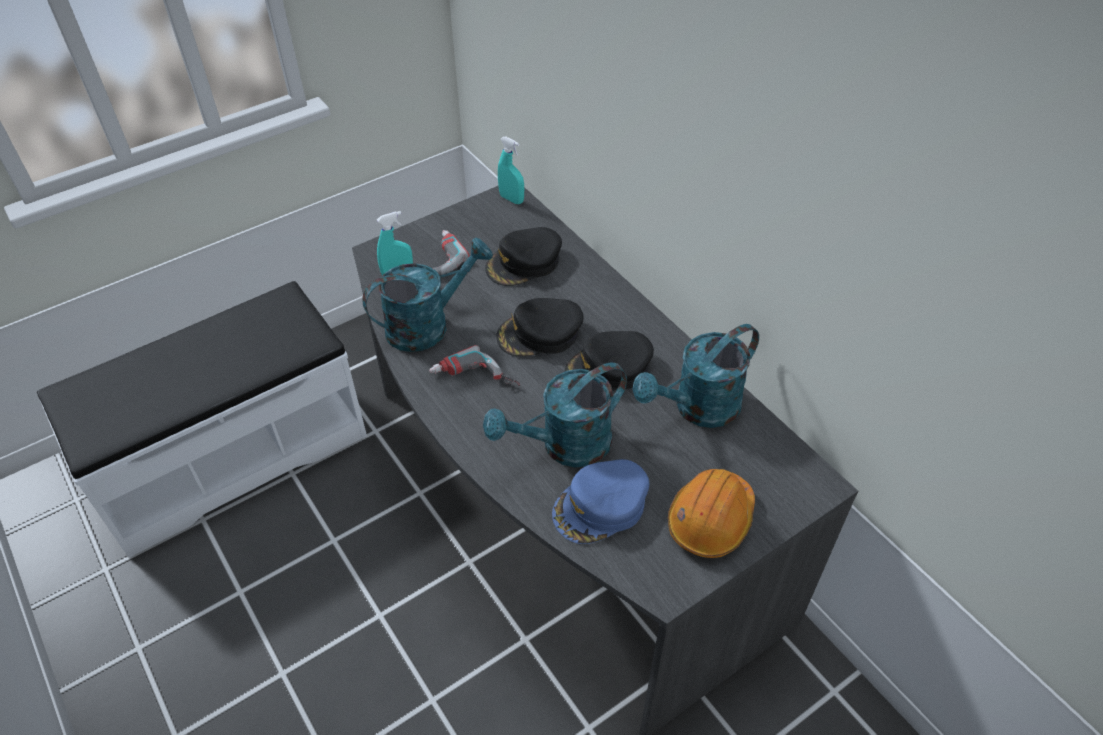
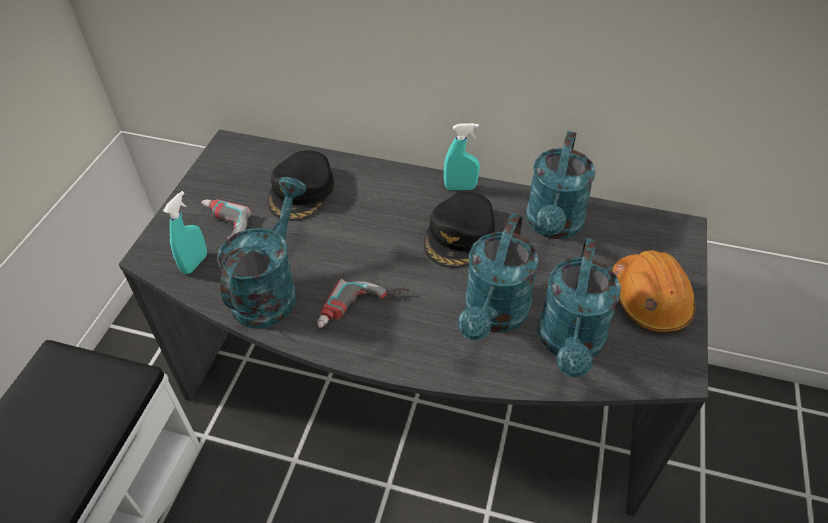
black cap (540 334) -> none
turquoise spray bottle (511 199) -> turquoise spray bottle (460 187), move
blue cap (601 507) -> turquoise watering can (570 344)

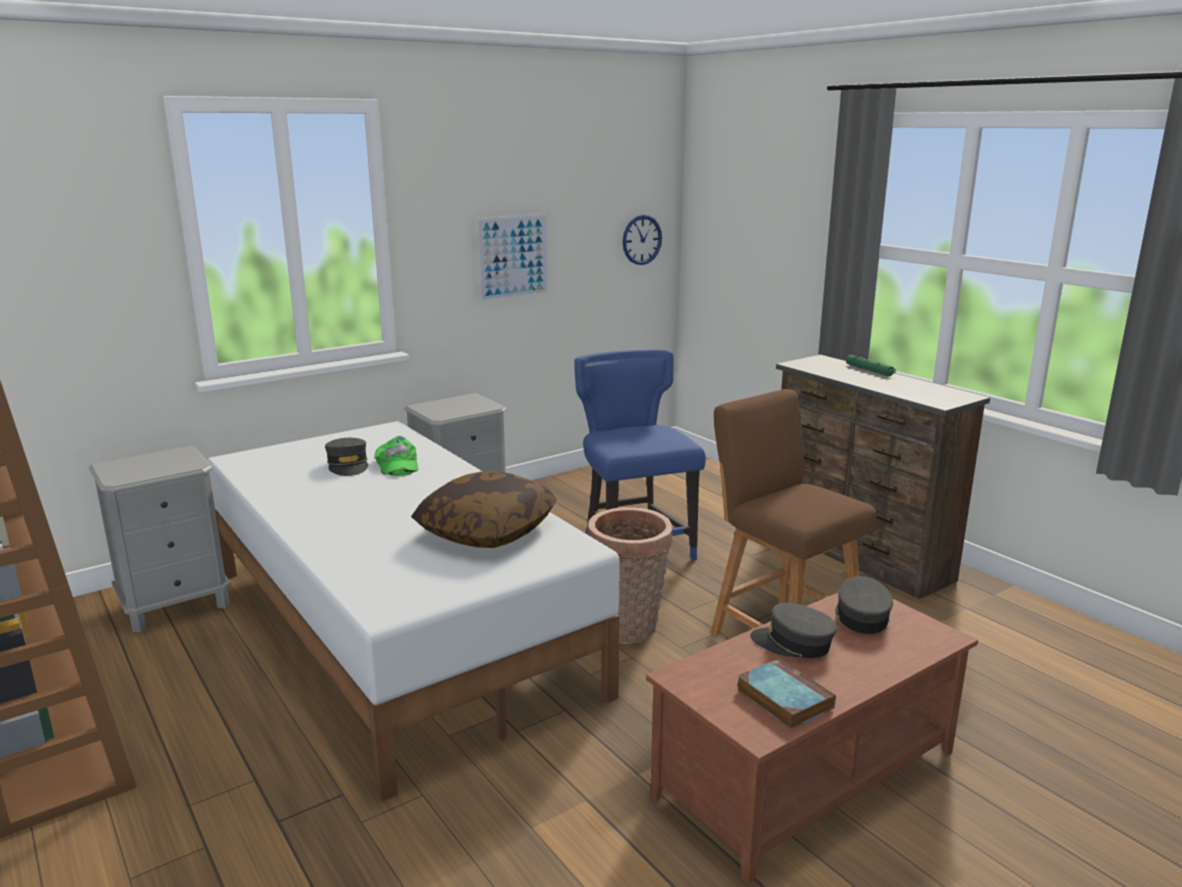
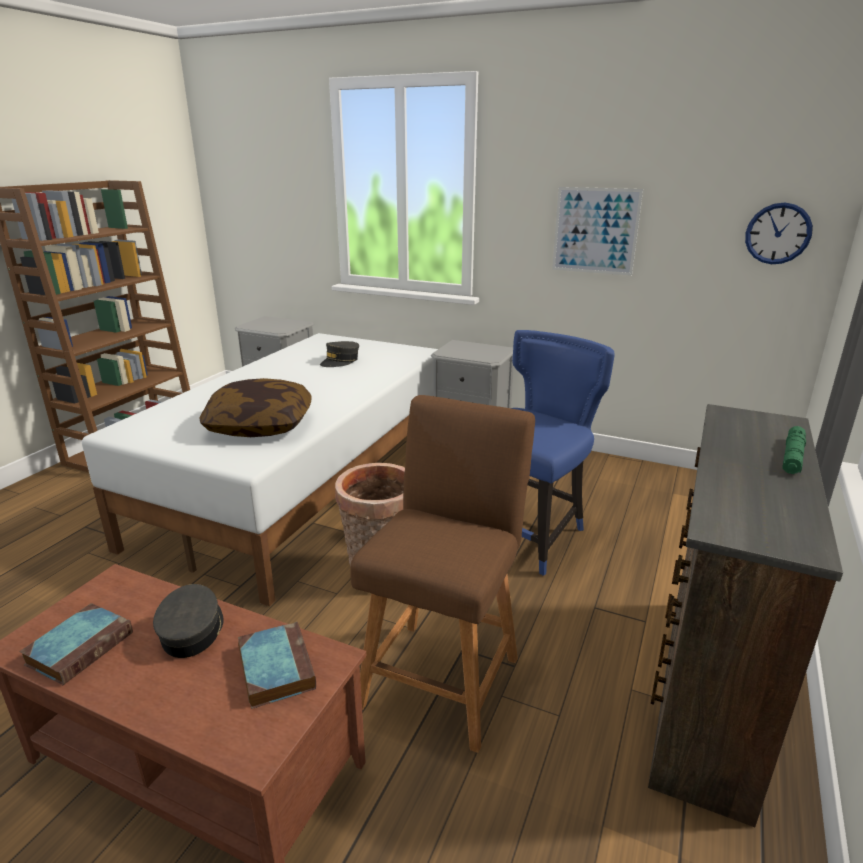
green cap (396 464) -> none
grey cap (861 617) -> book (275 667)

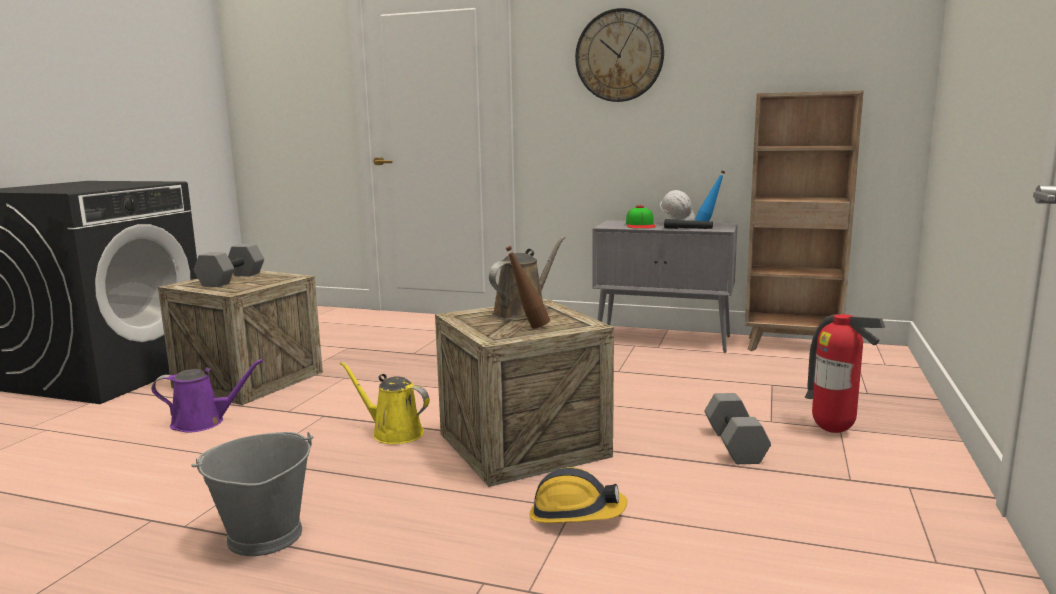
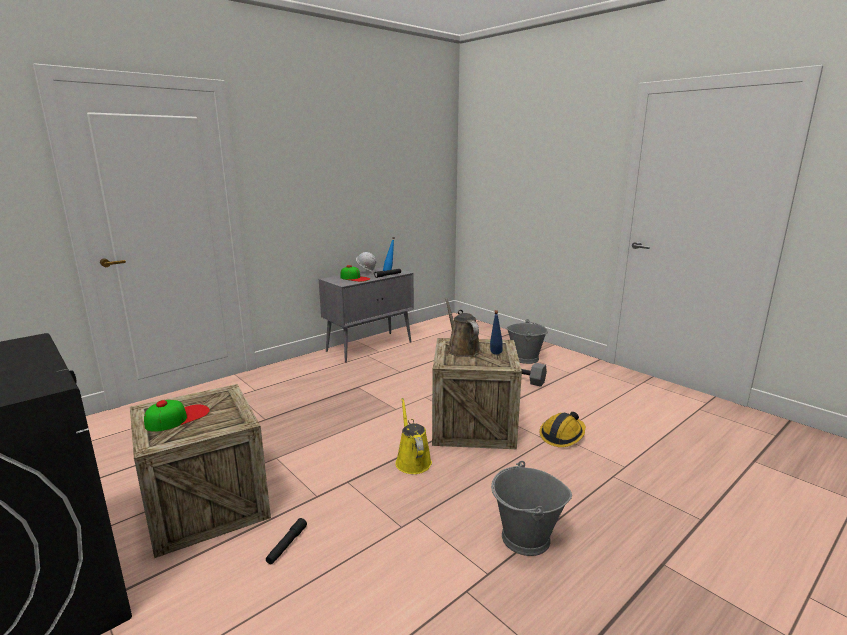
wall clock (619 56) -> none
brown bookcase (792 347) -> none
purple watering can (203 422) -> black flashlight (287 545)
grey dumbbell (231 279) -> cap (178 417)
fire extinguisher (834 431) -> grey bucket (526 358)
brown bottle (528 328) -> blue bottle (495 355)
yellow watering can (393 433) -> yellow watering can (412 461), 105 degrees clockwise

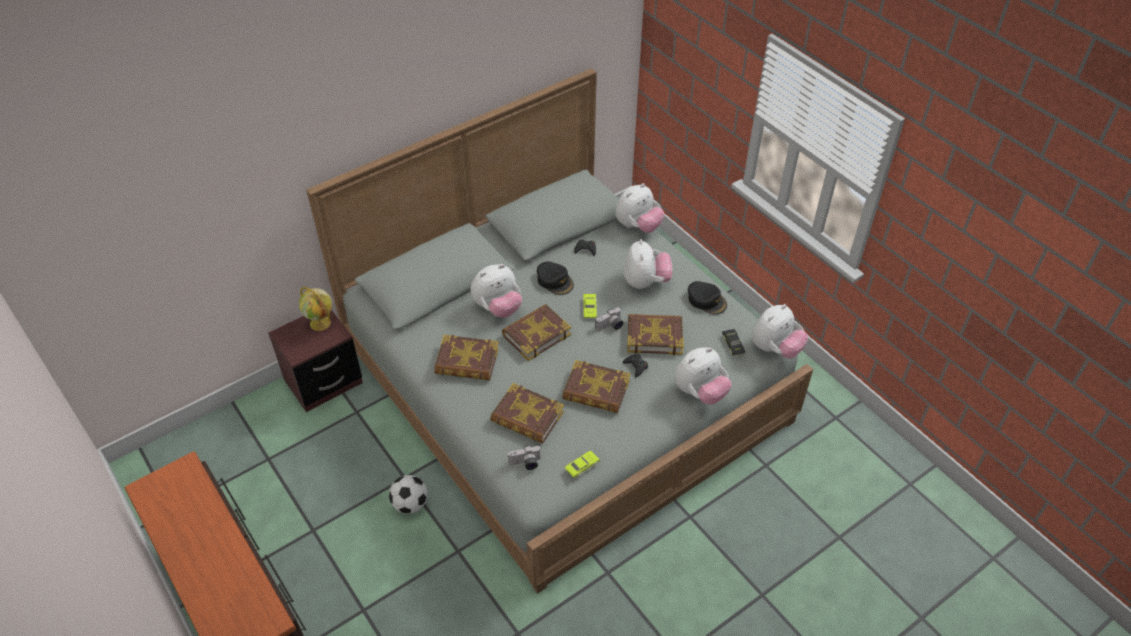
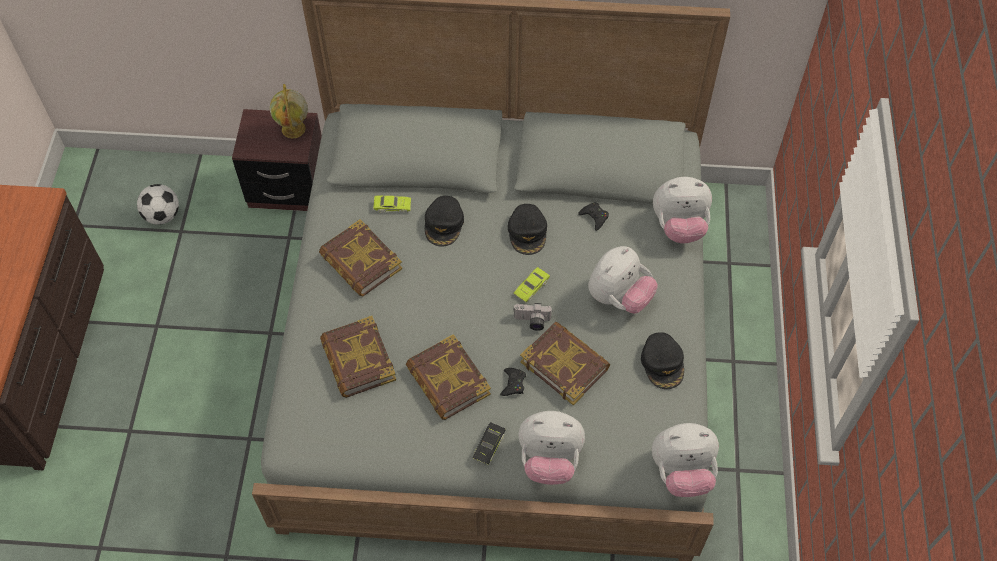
book (536 335) -> none
photo camera (525 464) -> none
football (410 504) -> football (162 215), move
green toy car (582 466) -> green toy car (392 206), move
black toy car (733 345) -> black toy car (489 445), move
plush toy (498 308) -> black cap (444 224)

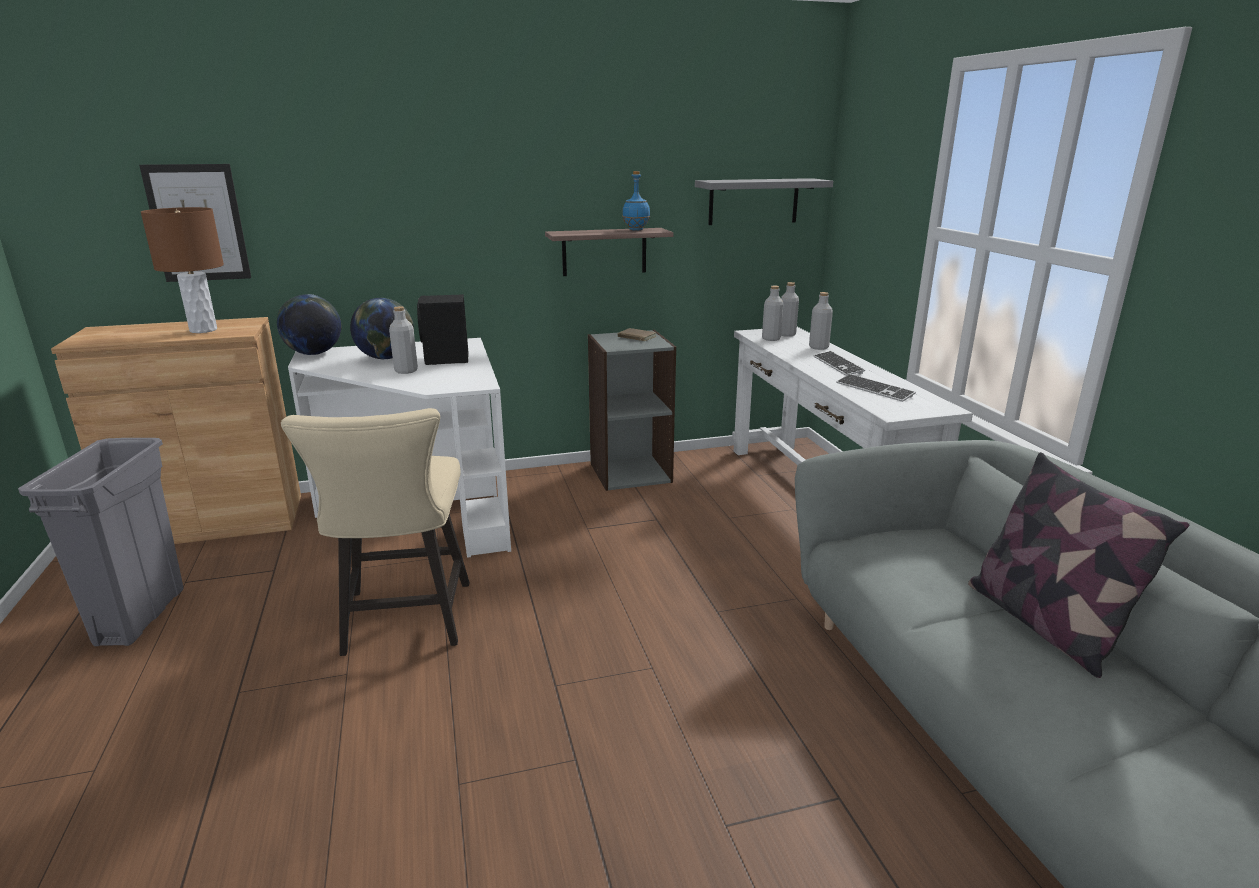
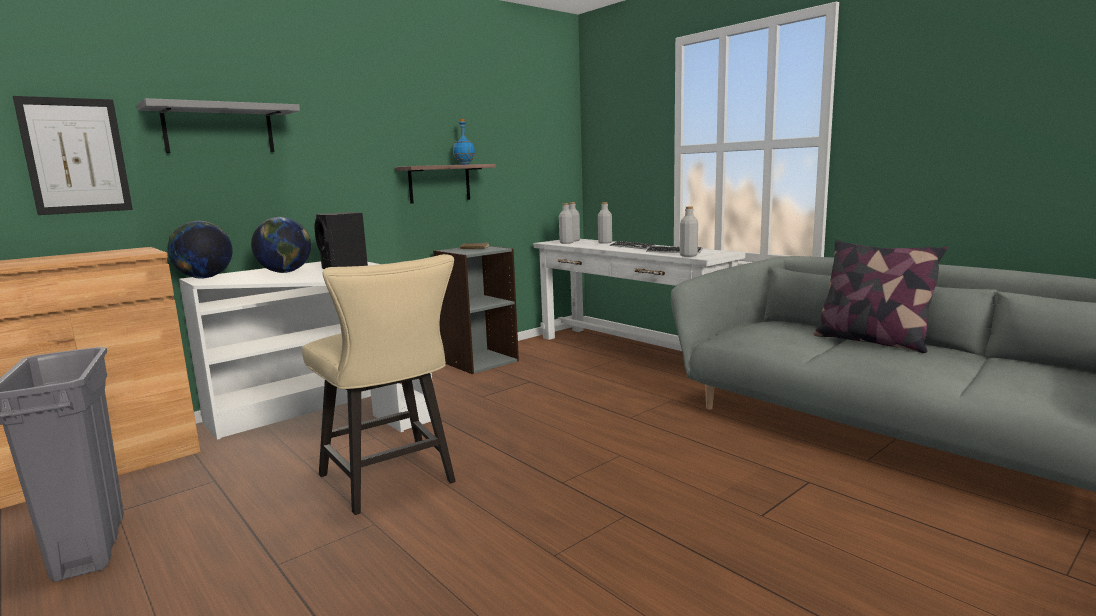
brown table lamp (203 330) -> none
grey bottle (406 371) -> grey bottle (688 255), move
grey shelf (753 201) -> grey shelf (219 129), move

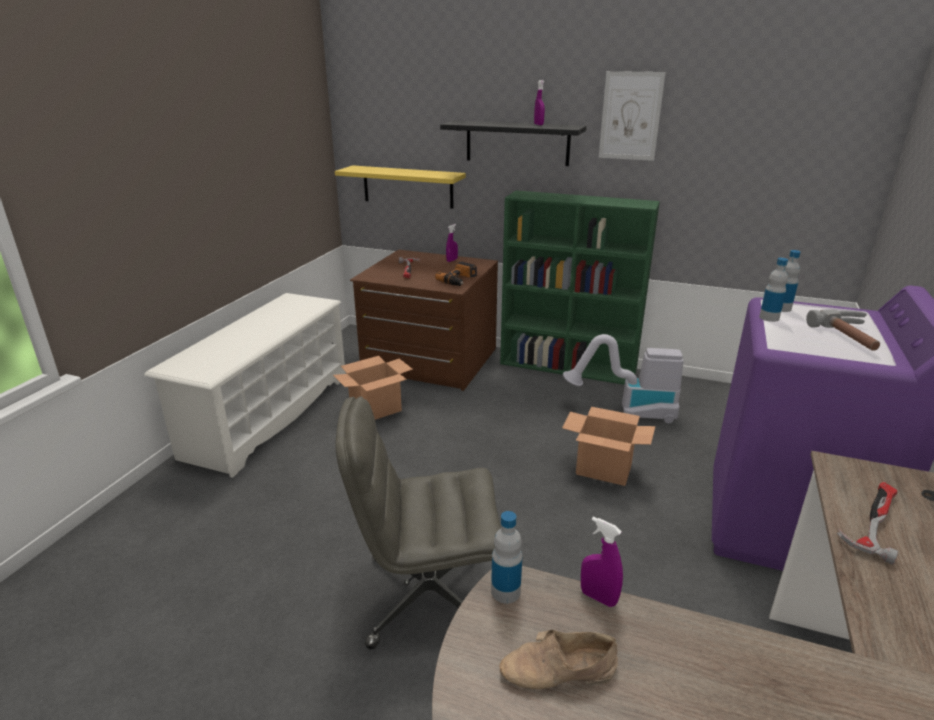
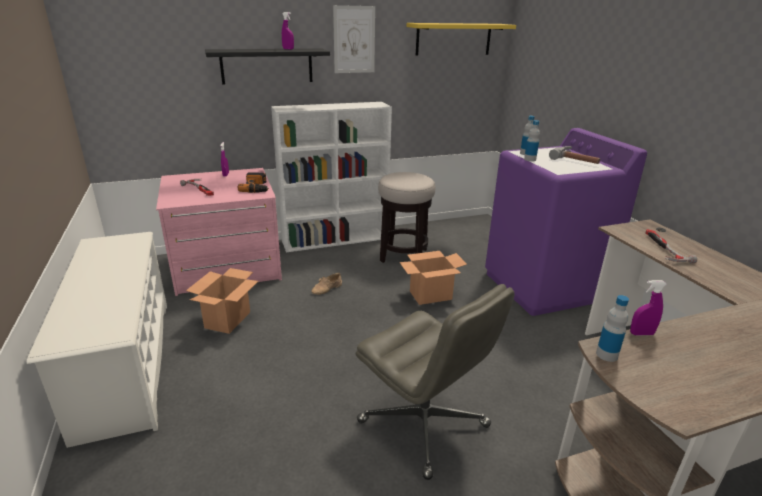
yellow shelf (407 186) -> yellow shelf (453 39), move
beige shoe (558 672) -> beige shoe (327 289), move
vacuum cleaner (628 411) -> stool (403 255)
brown dresser (429 361) -> pink dresser (227 267)
green bookcase (569 367) -> white bookcase (336 239)
grey office chair (427 597) -> grey office chair (425 424), 90 degrees counterclockwise

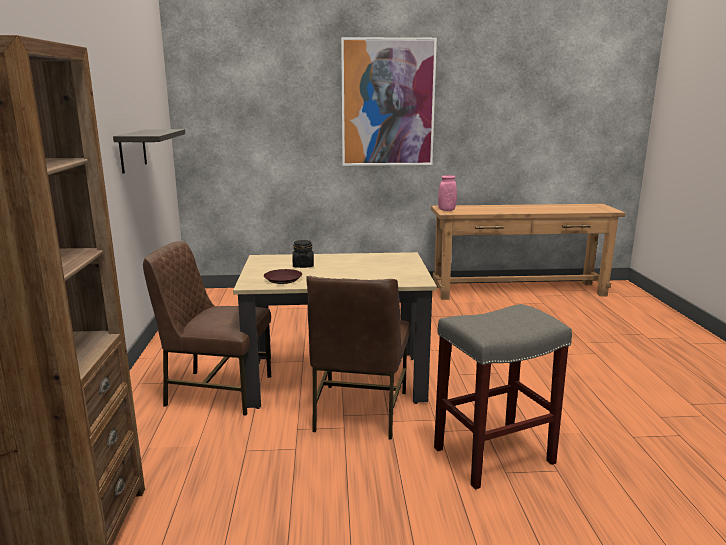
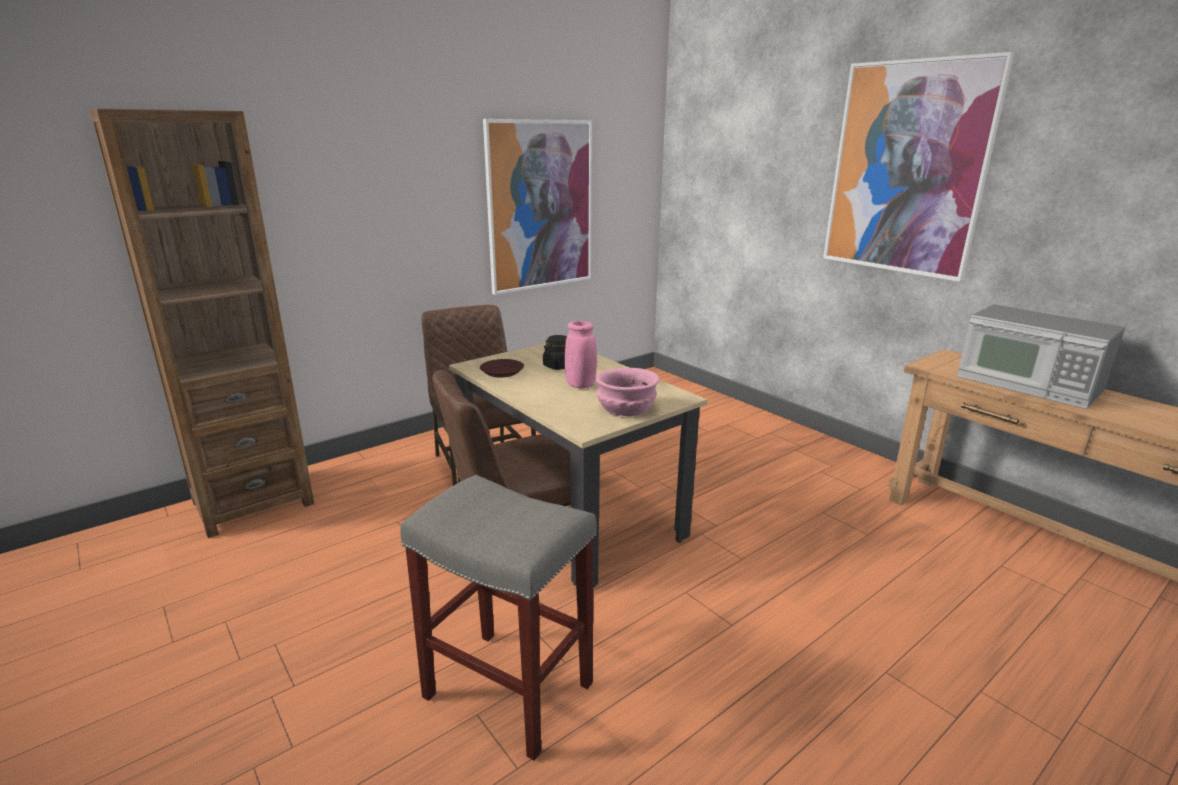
none -> pink bowl (625 409)
none -> microwave (1028 384)
pink vase (446 210) -> pink vase (580 385), move
shelf (132 150) -> picture (540 206)

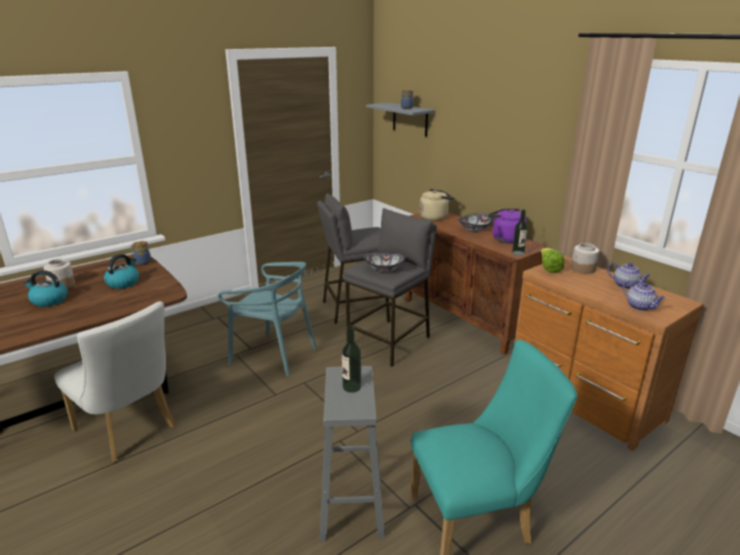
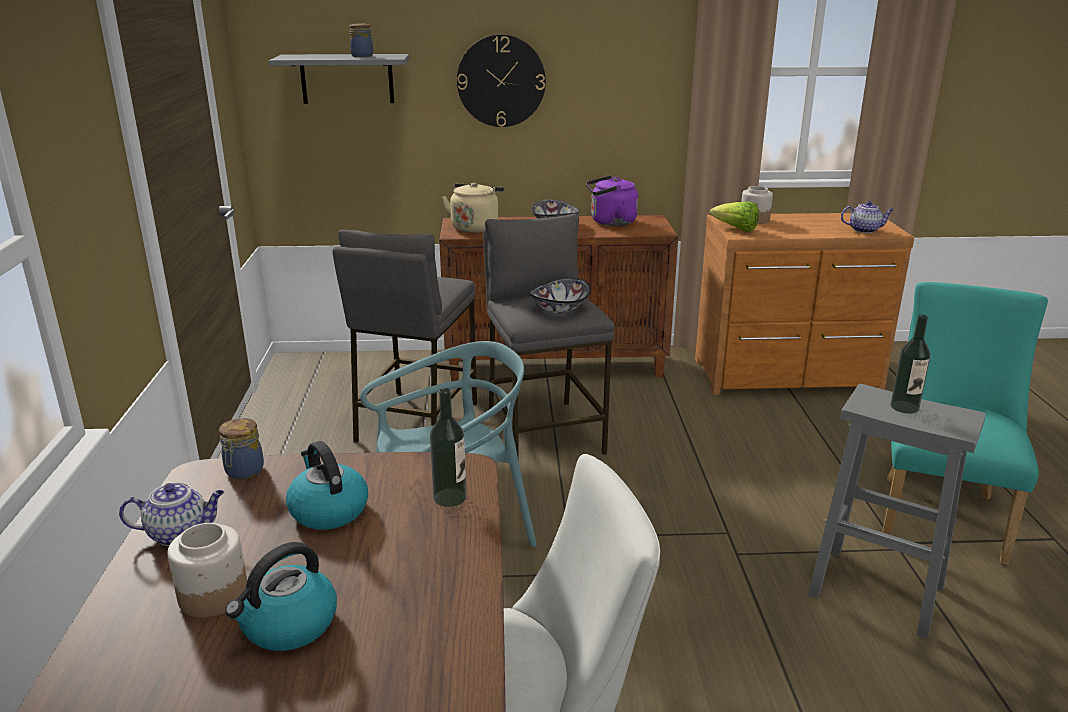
none -> wall clock (501 81)
bottle (518 253) -> bottle (450 497), move
teapot (626 285) -> teapot (180 533), move

